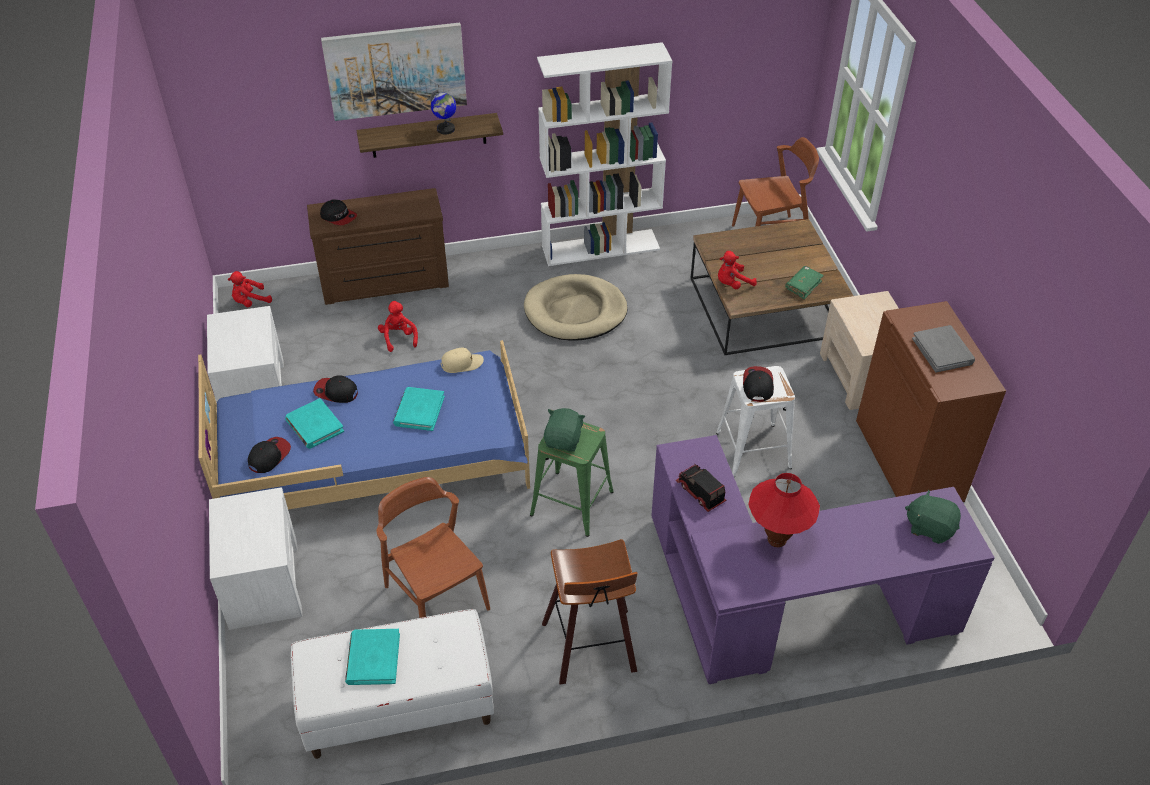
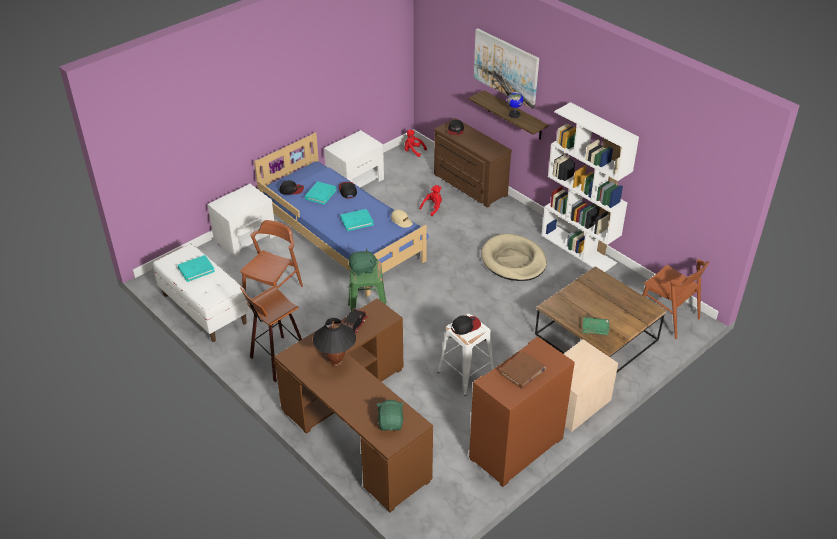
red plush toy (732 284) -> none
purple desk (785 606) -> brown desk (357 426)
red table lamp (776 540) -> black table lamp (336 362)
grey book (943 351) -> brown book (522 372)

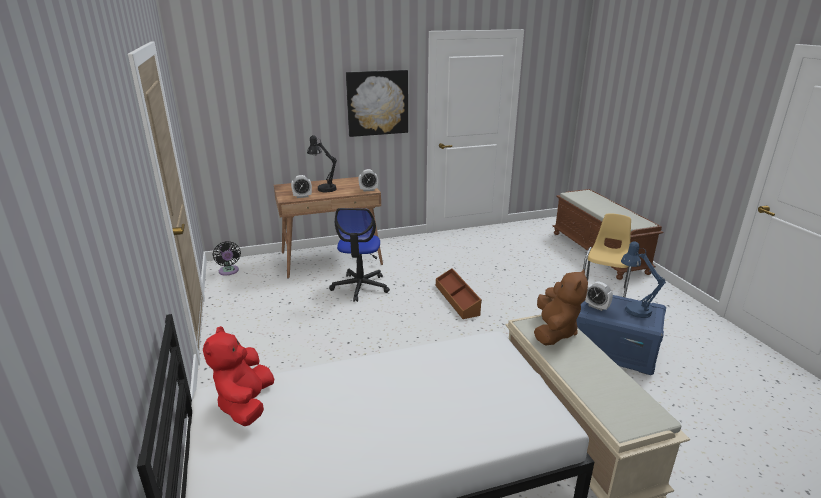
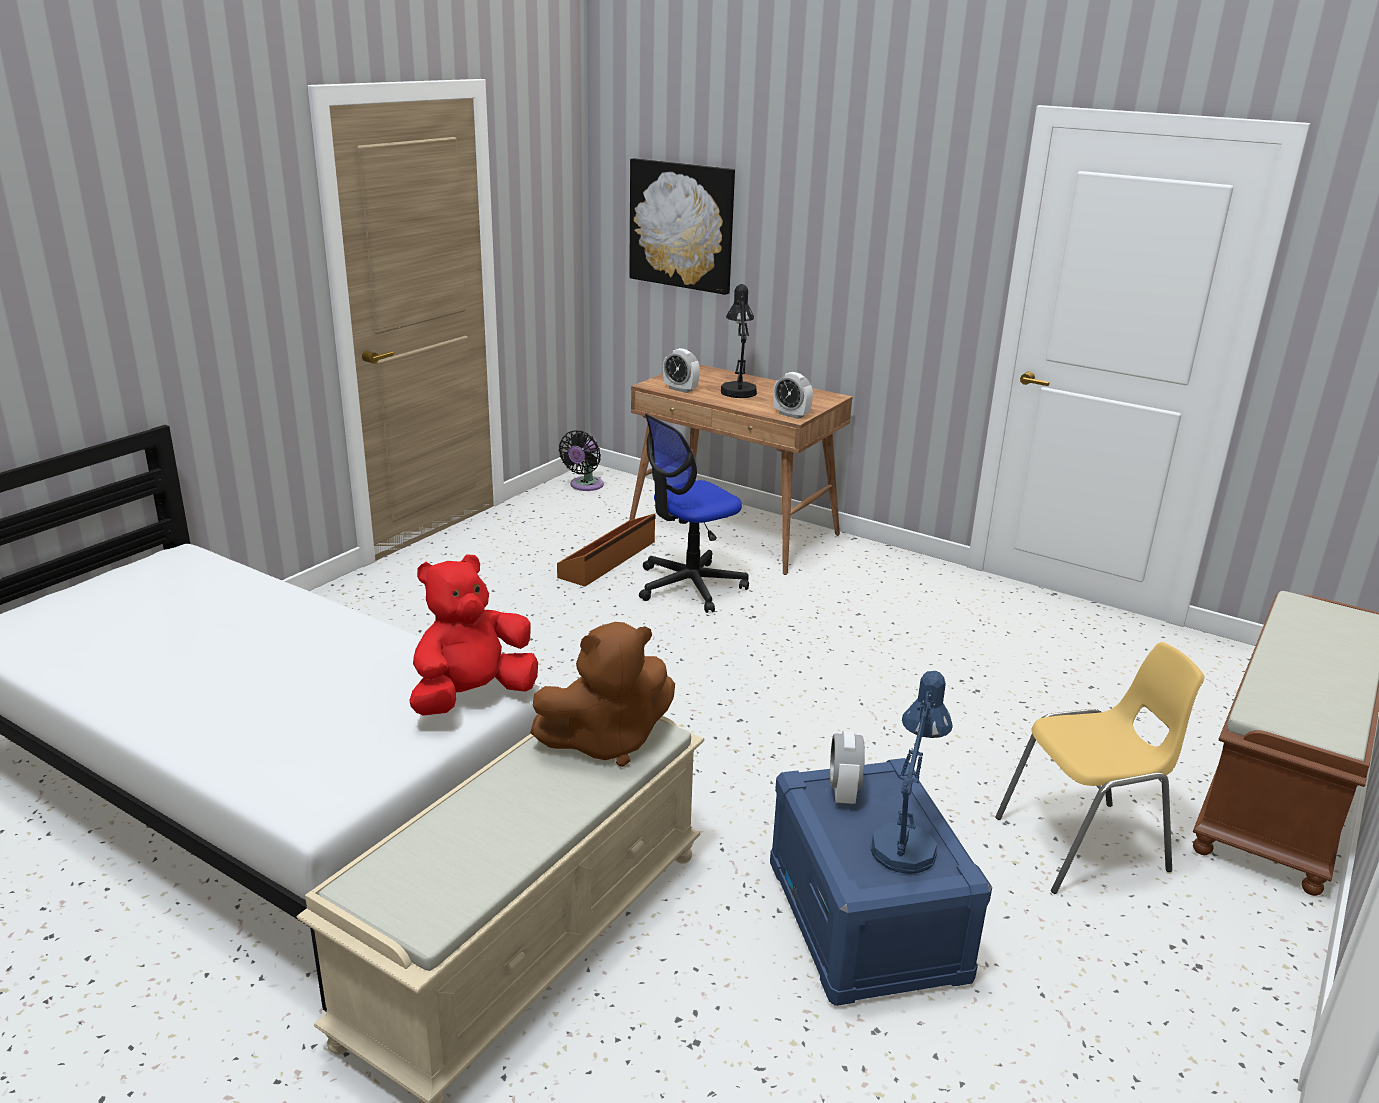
red plush toy (246 404) -> red plush toy (472 697), move
picture (377 103) -> picture (682 225), move
brown storage box (457 299) -> brown storage box (609 559), move

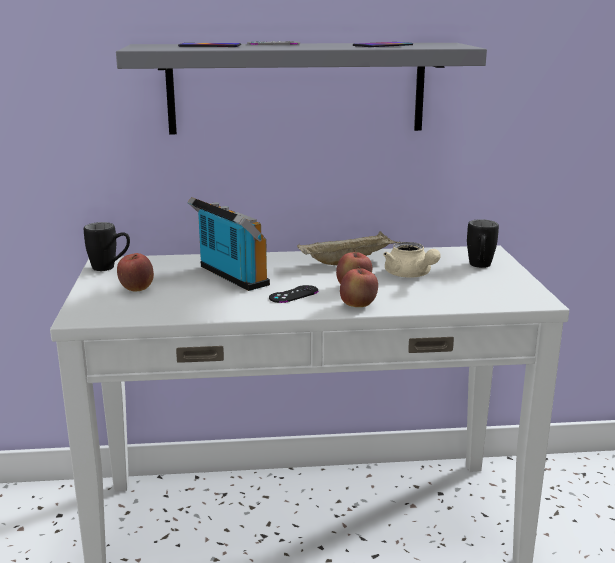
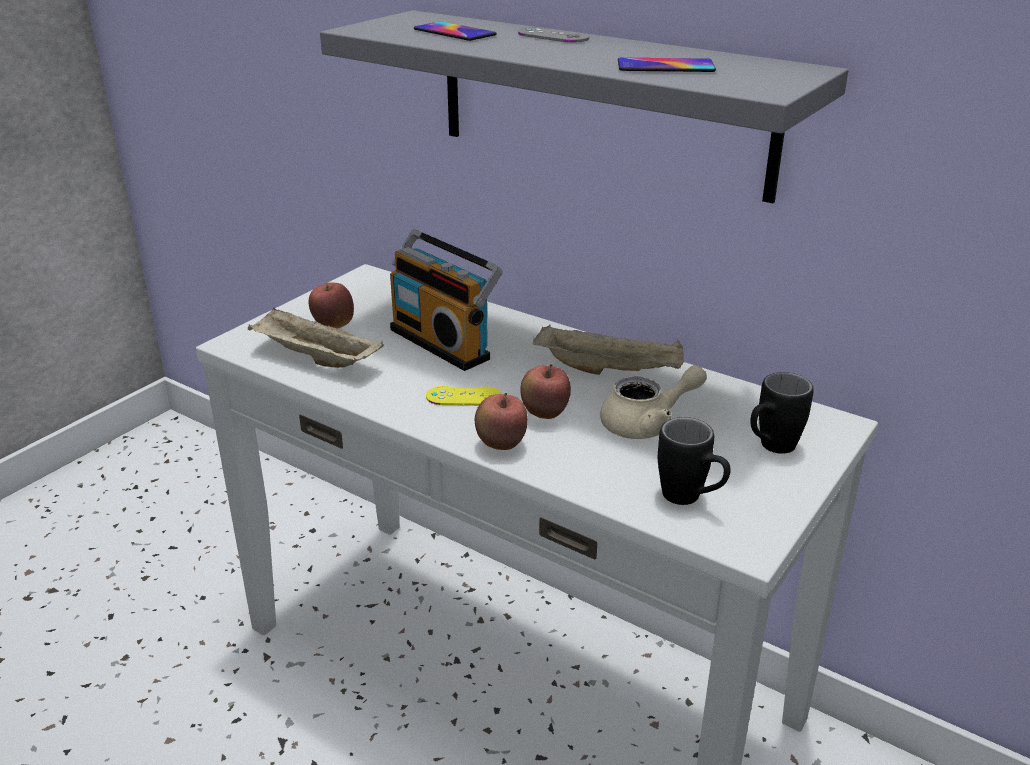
none -> beige tray (314 358)
black mug (110 268) -> black mug (690 500), move
black game controller (293 294) -> yellow game controller (463 396)
radio (229 276) -> radio (444 342), 135 degrees clockwise
beige teapot (410 275) -> beige teapot (647 424), 120 degrees counterclockwise

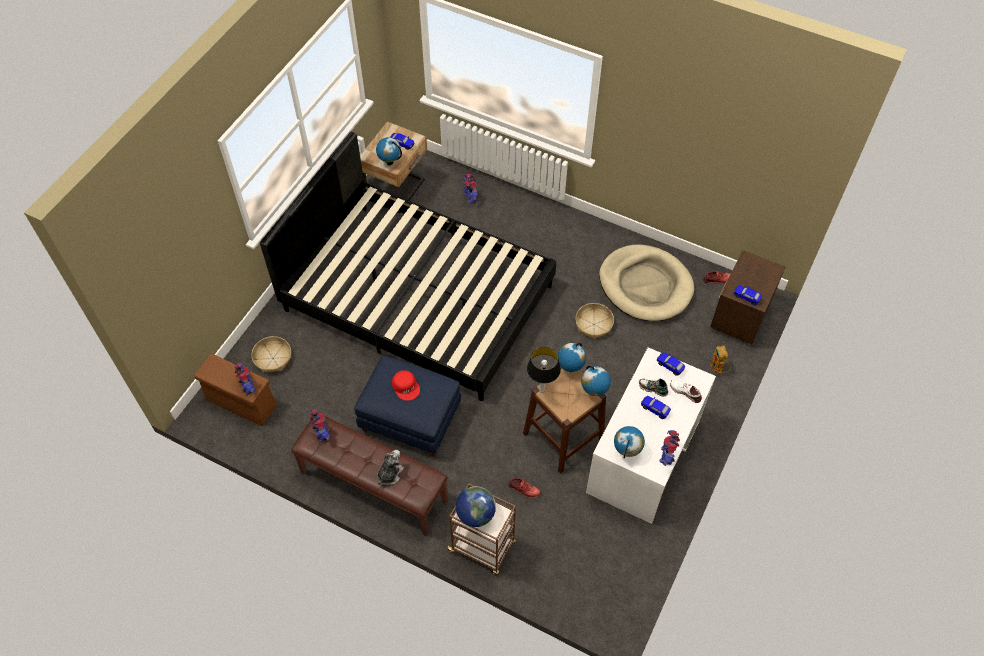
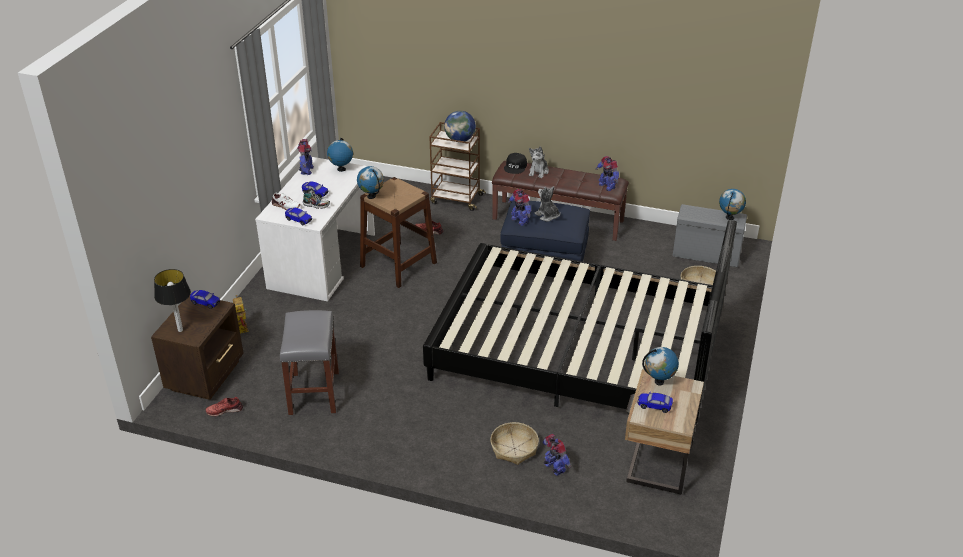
none -> black cap (516 167)
toy robot (248 387) -> toy robot (520 220), move
table lamp (541 390) -> table lamp (180 330), move
globe (570 368) -> globe (730 218), move
basket (593 324) -> basket (514 448), move
red cap (406 386) -> plush toy (547 216)
beige dog bed (645 285) -> grey stool (314 393)
brown storage box (242 402) -> grey storage box (705 254)

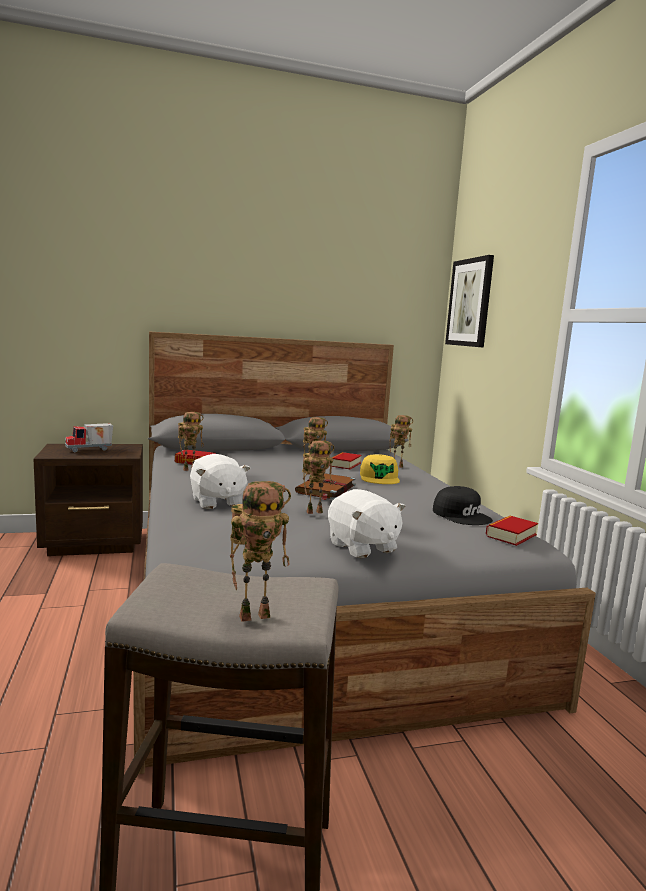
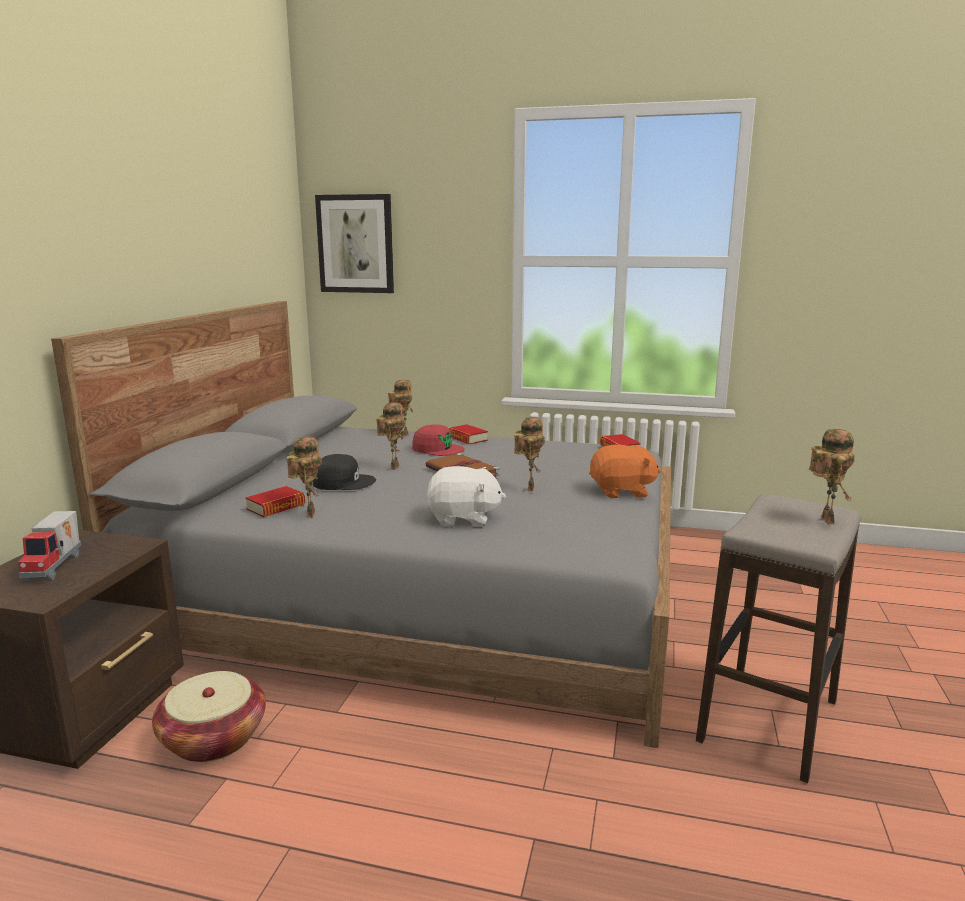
none -> basket (213 738)
book (345 464) -> book (467 438), move
black cap (462 515) -> black cap (343 482), move
white plush toy (362 547) -> orange plush toy (622 492)
yellow cap (379 478) -> red cap (437 449)

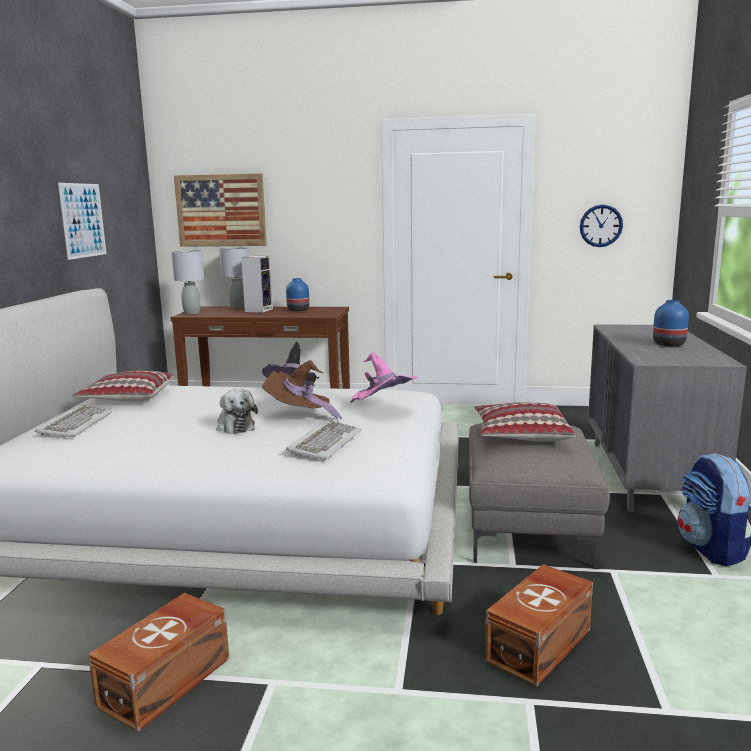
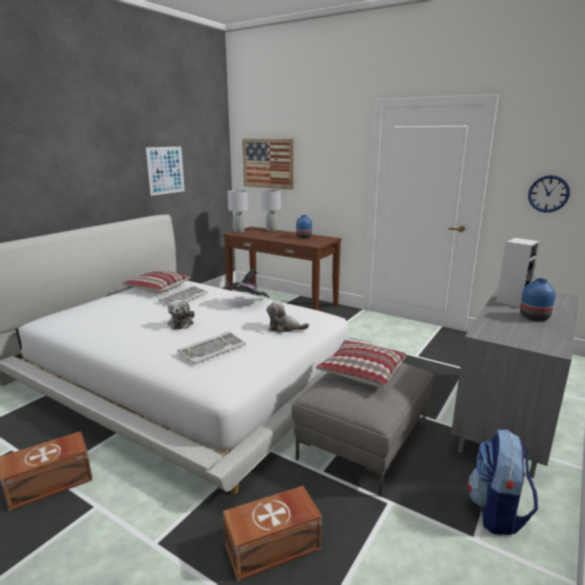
brown hat (300 417) -> none
keyboard (75 424) -> keyboard (184 298), move
speaker (259 310) -> speaker (512 301), move
pink hat (383 409) -> plush toy (284 328)

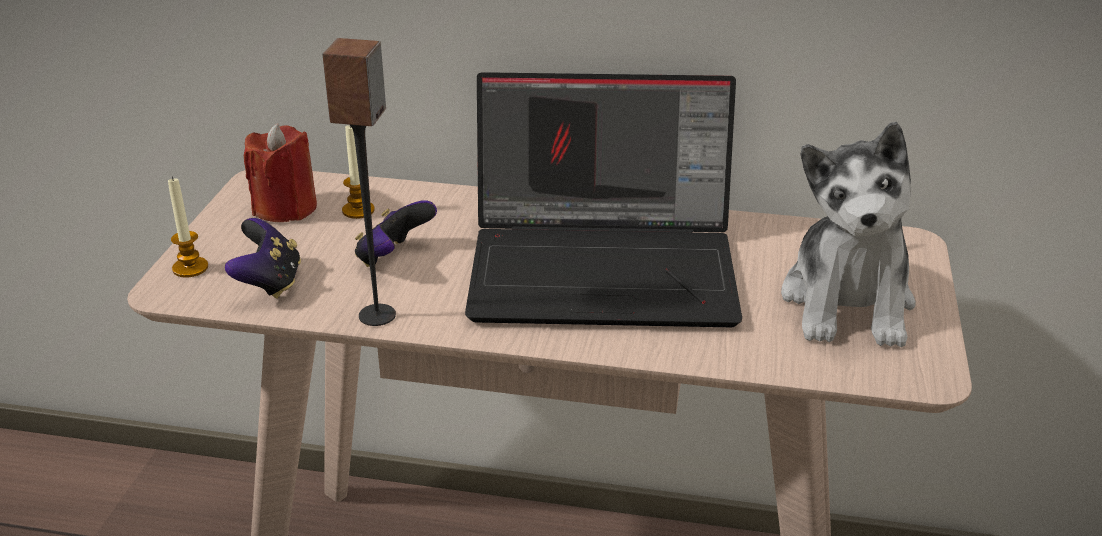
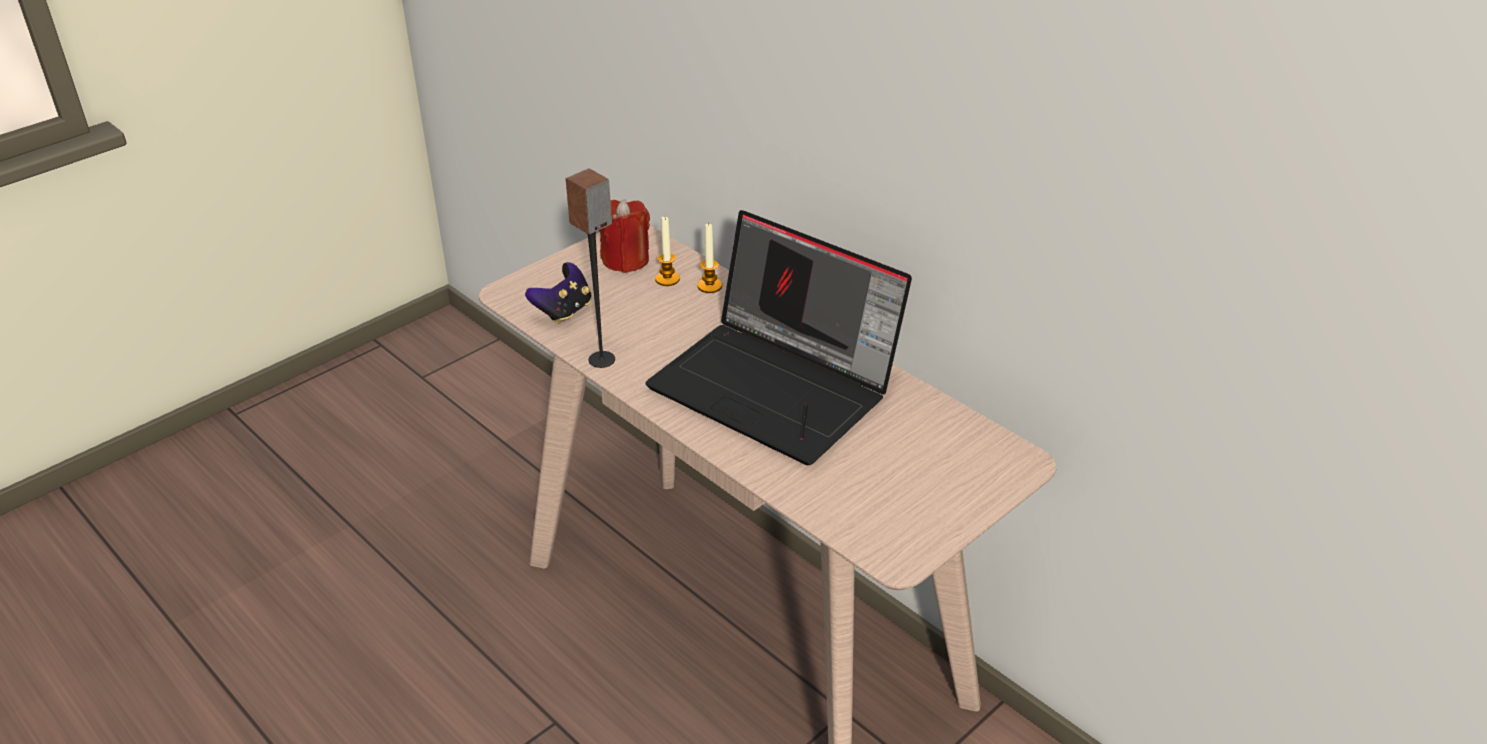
game controller (394 258) -> none
plush toy (848 302) -> none
candle (190 268) -> candle (709 286), move

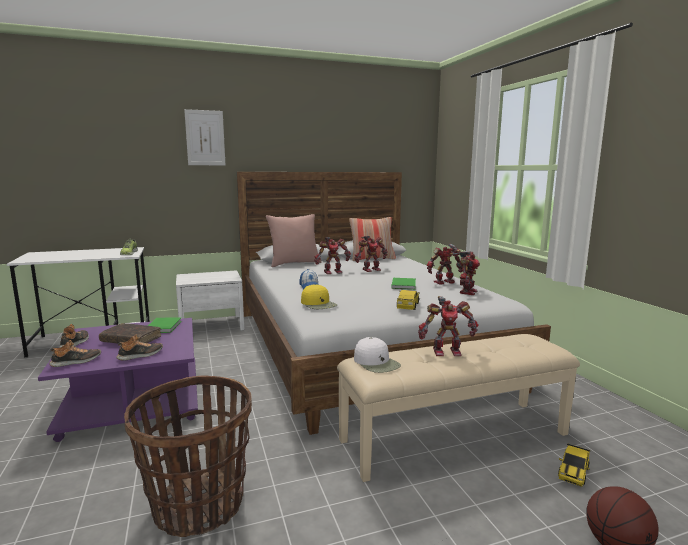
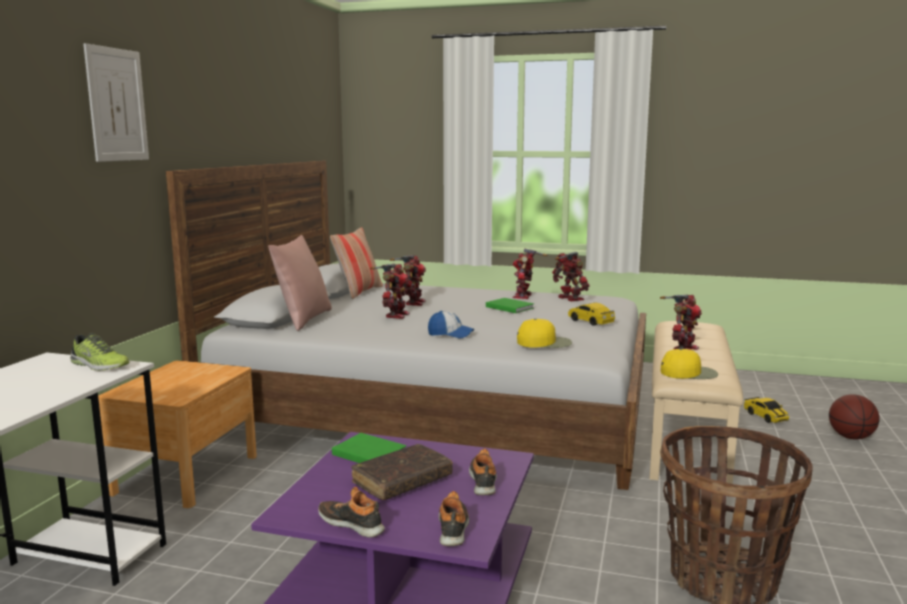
white nightstand (211 325) -> brown nightstand (186 474)
white cap (376 362) -> yellow cap (689 373)

